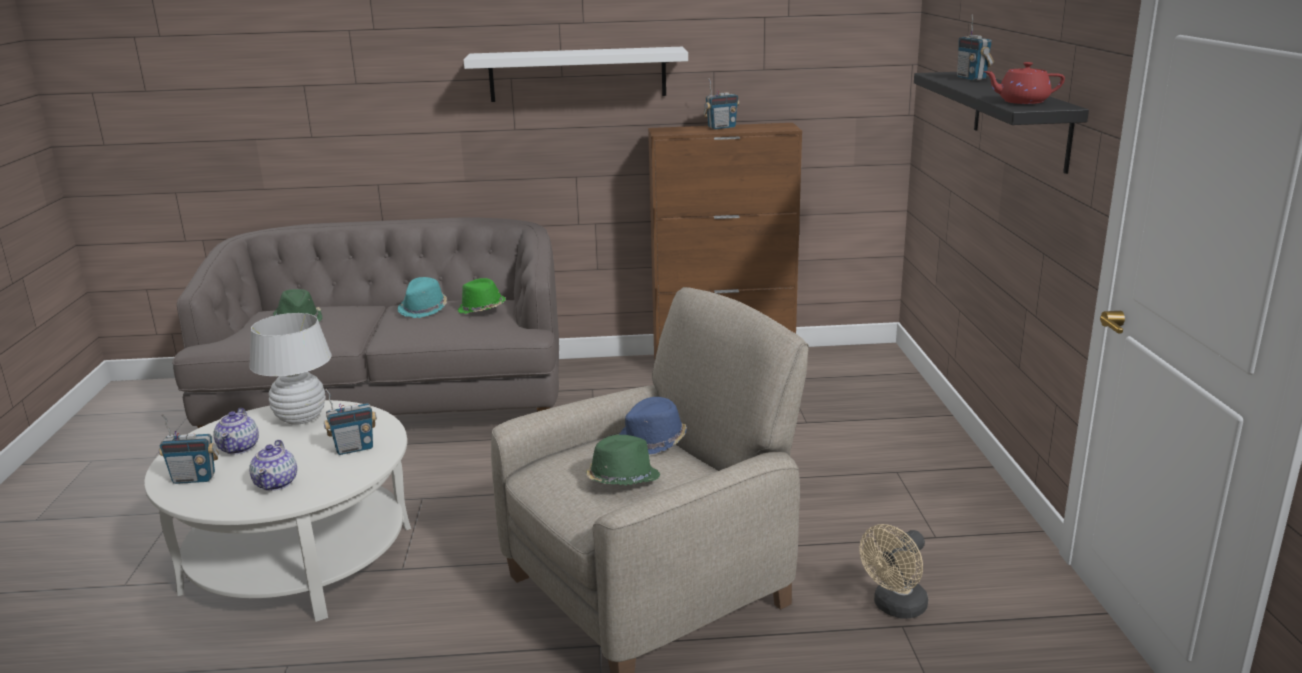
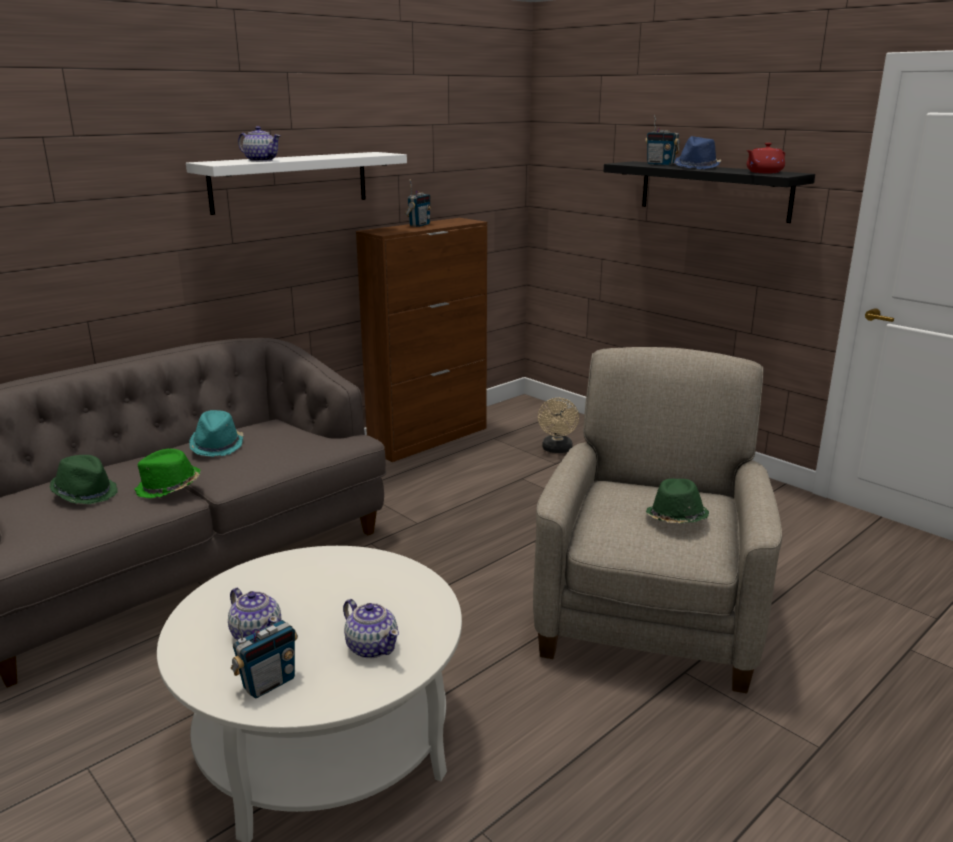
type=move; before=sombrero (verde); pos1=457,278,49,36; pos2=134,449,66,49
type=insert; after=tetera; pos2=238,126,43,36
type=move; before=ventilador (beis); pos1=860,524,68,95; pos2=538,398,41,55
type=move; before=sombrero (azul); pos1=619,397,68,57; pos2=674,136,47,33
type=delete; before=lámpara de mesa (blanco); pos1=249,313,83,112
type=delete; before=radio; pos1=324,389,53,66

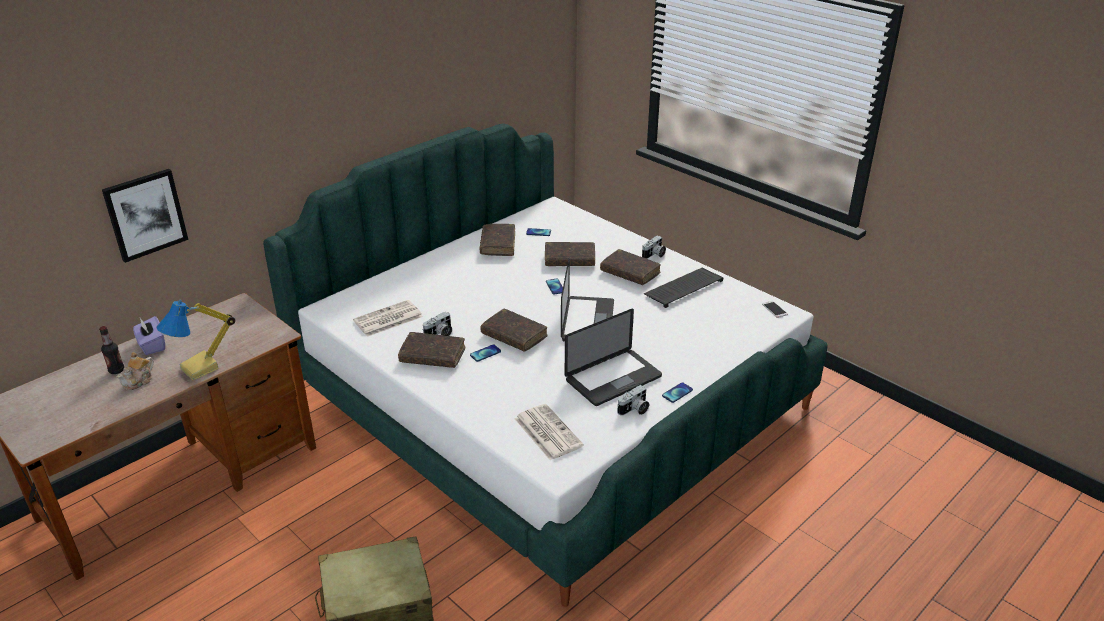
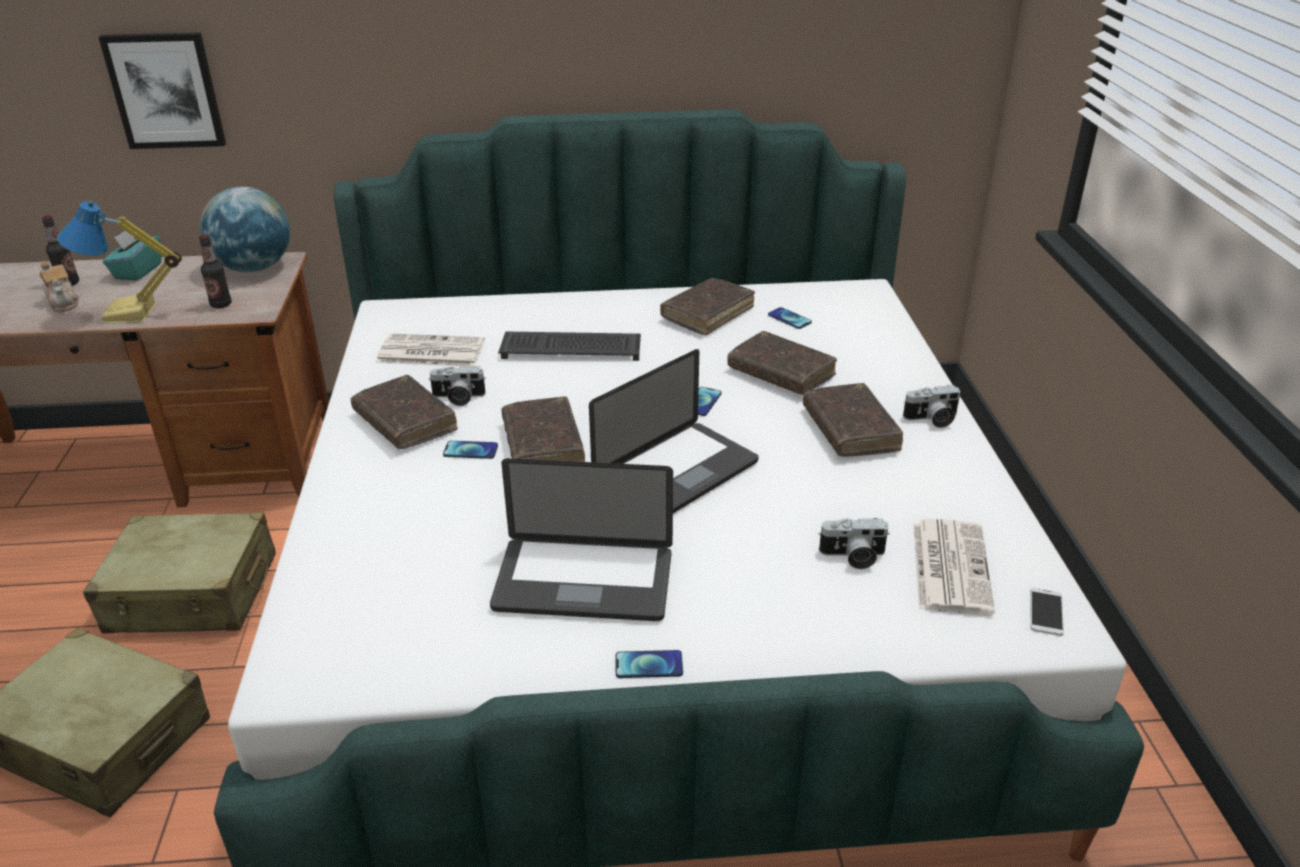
type=rotate; before=tetera; pos1=116,352,38,38; pos2=40,261,39,51; turn=-105
type=insert; after=maleta (beis); pos2=83,512,193,121
type=recolor; before=caja de pañuelos (morado); after=caja de pañuelos (turquesa); pos1=133,316,32,39; pos2=103,231,59,50
type=insert; after=botella; pos2=199,235,33,73
type=insert; after=globo terráqueo; pos2=200,187,90,85
type=move; before=teclado; pos1=644,268,80,40; pos2=498,331,143,30
type=move; before=cámara; pos1=617,385,32,31; pos2=818,518,72,51
type=move; before=periódico; pos1=515,404,69,57; pos2=913,519,82,96

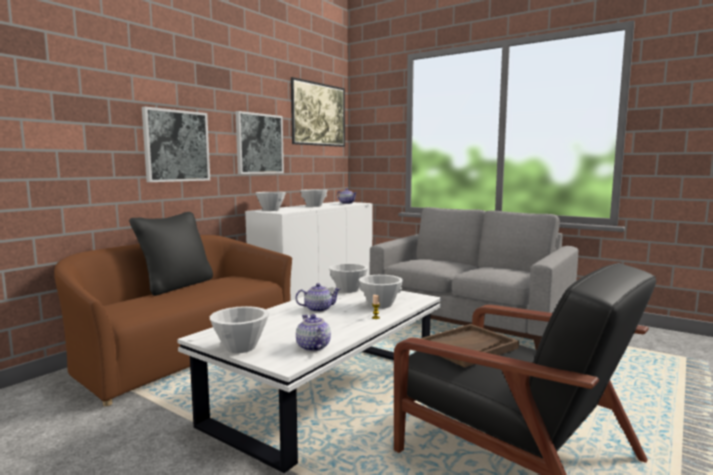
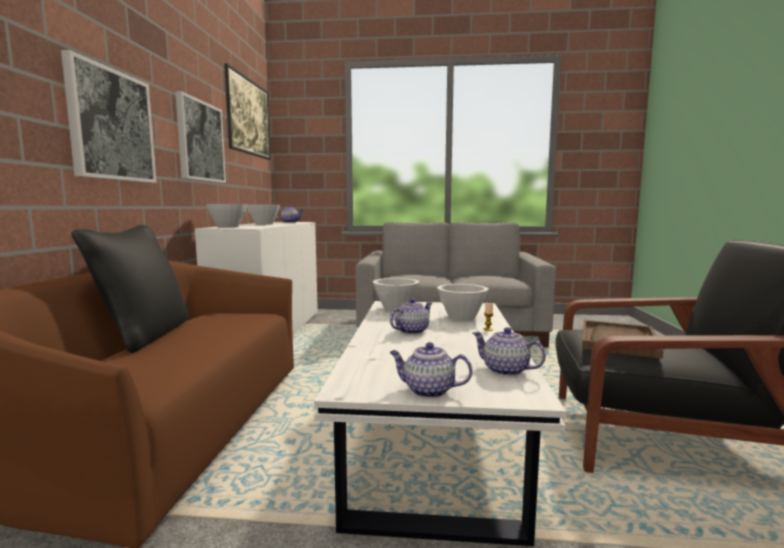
type=replace; before=cuenco (blanco); after=tetera; pos1=209,306,60,47; pos2=389,342,83,56

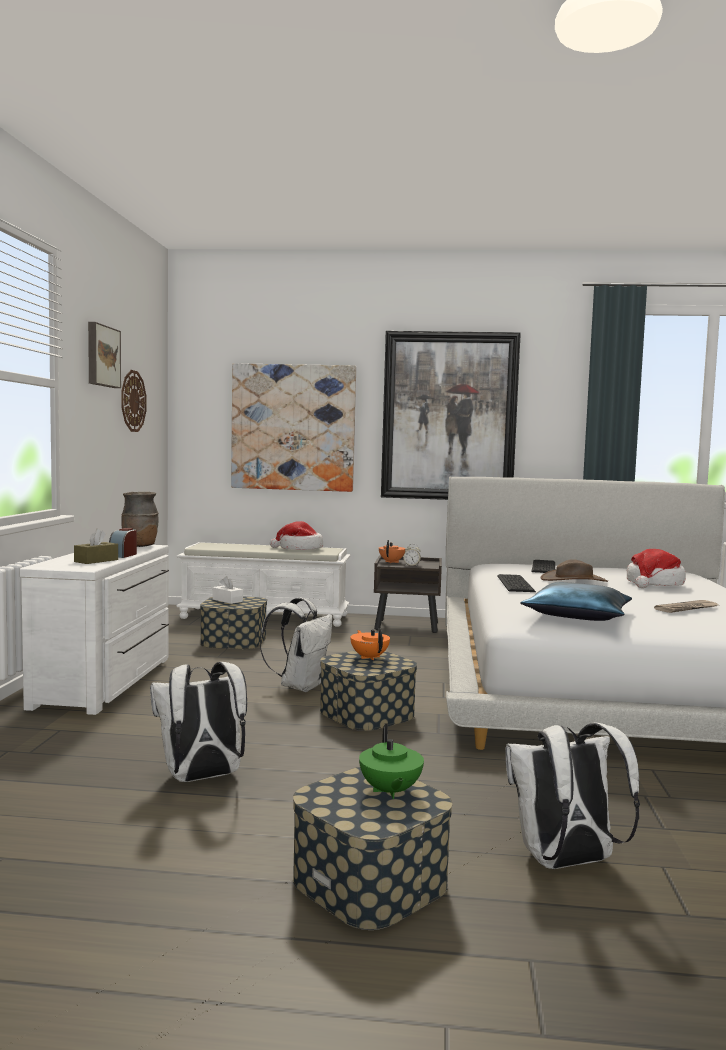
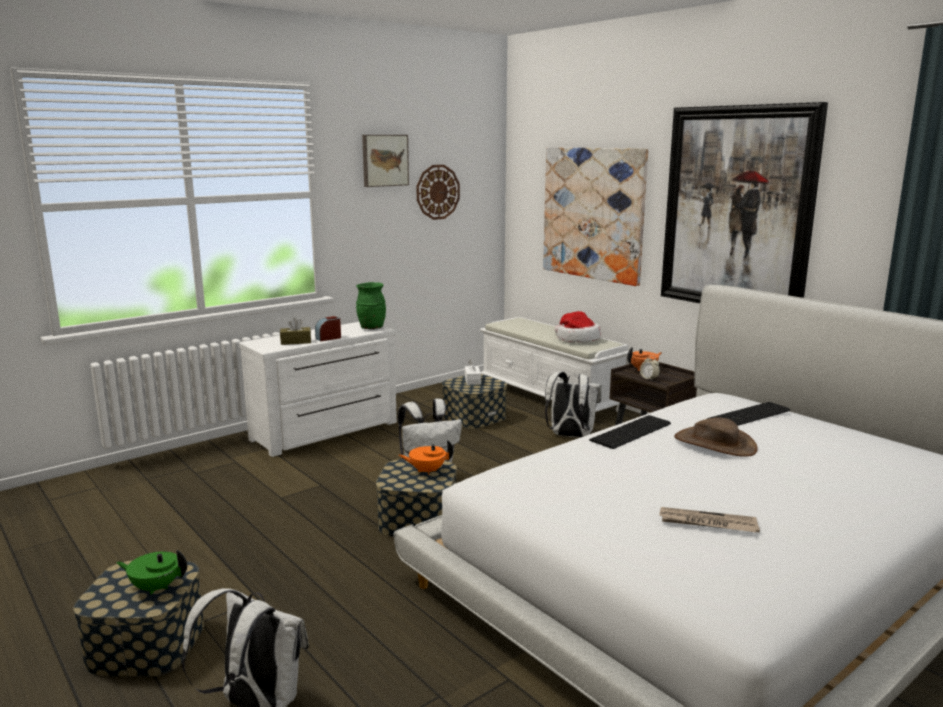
type=rotate; before=tetera (verde); pos1=359,723,65,76; pos2=116,550,71,45; turn=60
type=recolor; before=florero (marrón); after=florero (verde); pos1=121,492,38,55; pos2=356,282,30,47
type=rotate; before=tetera (naranja); pos1=350,628,40,32; pos2=399,440,54,35; turn=-120
type=move; before=mochila (blanco); pos1=150,662,97,120; pos2=545,371,56,67
type=delete; before=cojín (azul); pos1=520,582,112,39
type=delete; before=sombrero; pos1=627,549,59,39

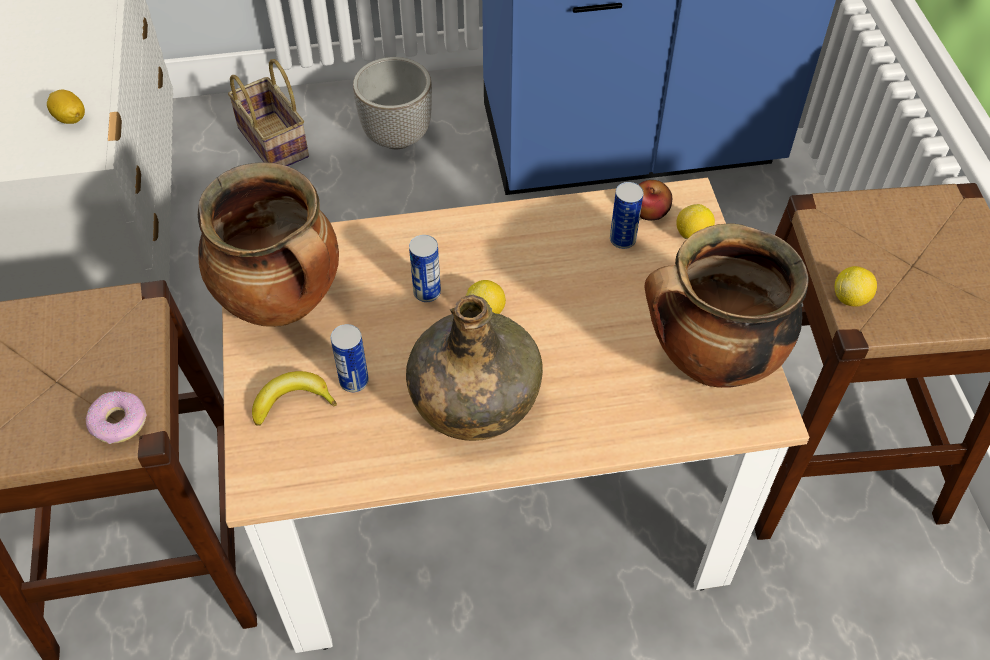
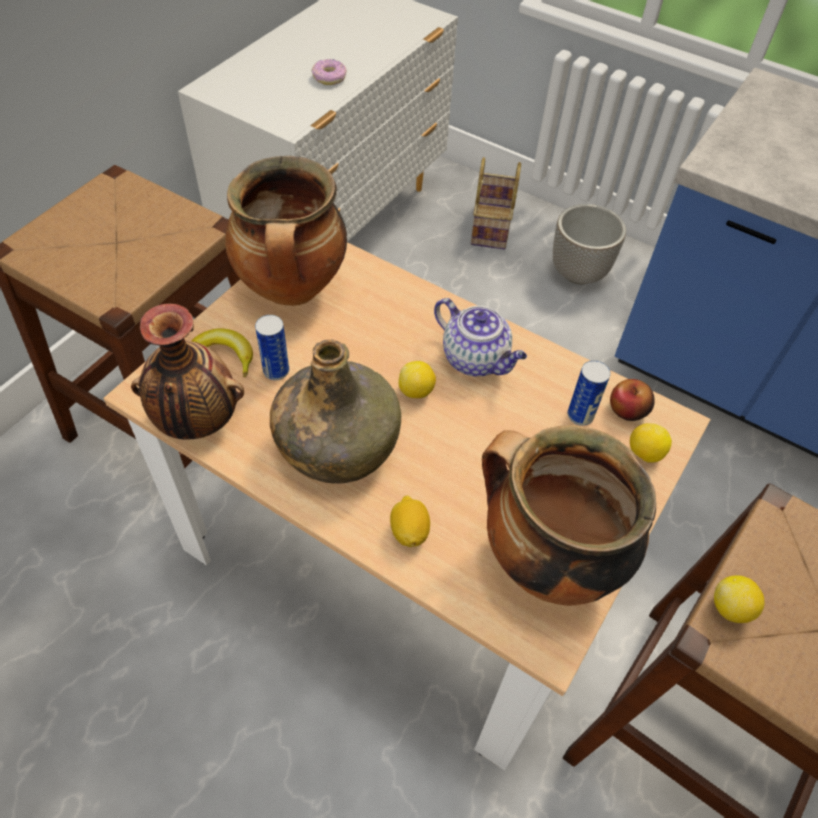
type=insert; after=florero; pos2=131,304,113,136
type=move; before=rosquilla; pos1=86,391,61,53; pos2=312,59,35,26
type=move; before=limón; pos1=47,89,38,35; pos2=390,496,40,51
type=insert; after=tetera; pos2=434,298,93,78
type=delete; before=lata; pos1=409,235,32,67

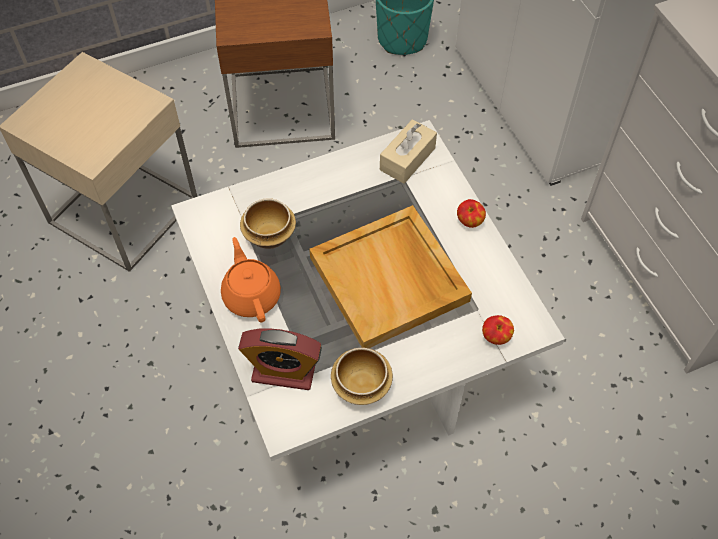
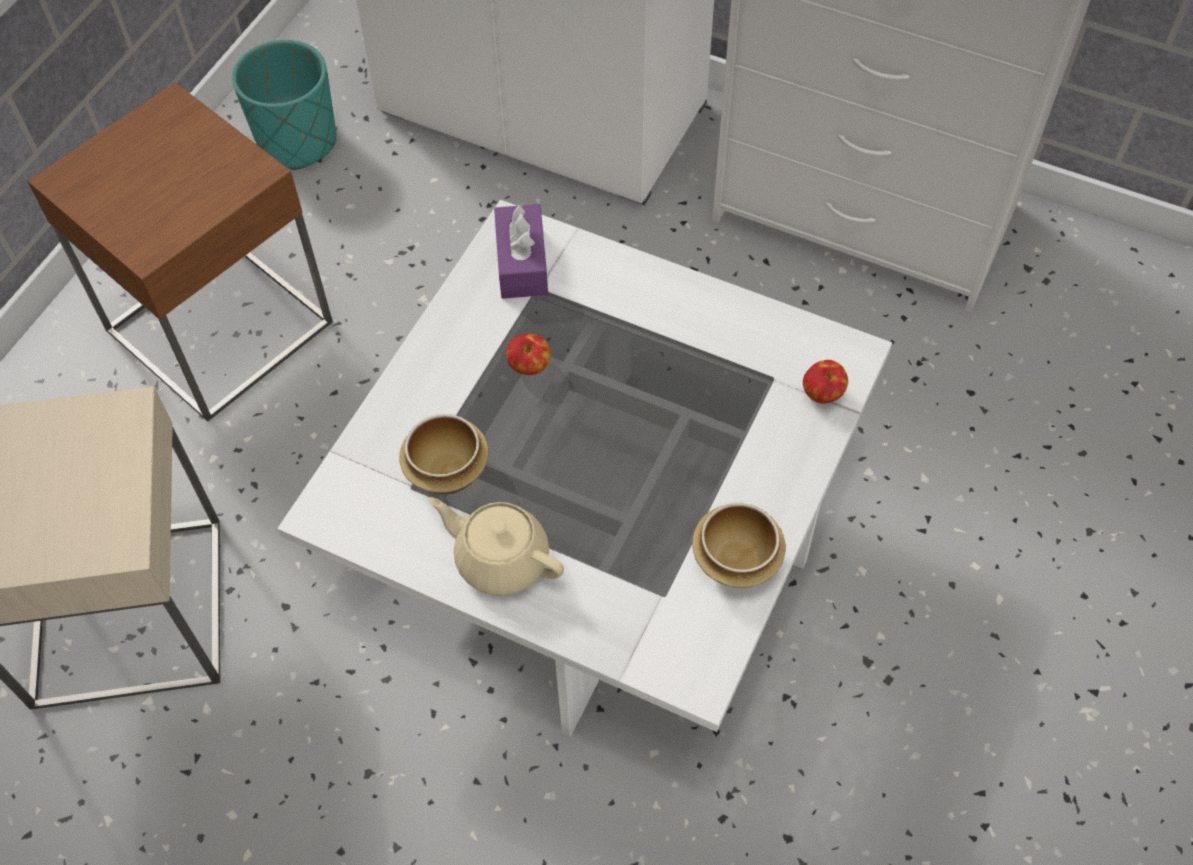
type=recolor; before=tetera (naranja); after=tetera (beis); pos1=221,237,60,85; pos2=428,497,136,99
type=recolor; before=caja de pañuelos (beis); after=caja de pañuelos (morado); pos1=380,119,57,65; pos2=494,204,54,95
type=move; before=manzana; pos1=457,199,29,29; pos2=506,333,45,42
type=delete; before=despertador; pos1=238,328,84,62
type=delete; before=bandeja (beis); pos1=309,205,163,143

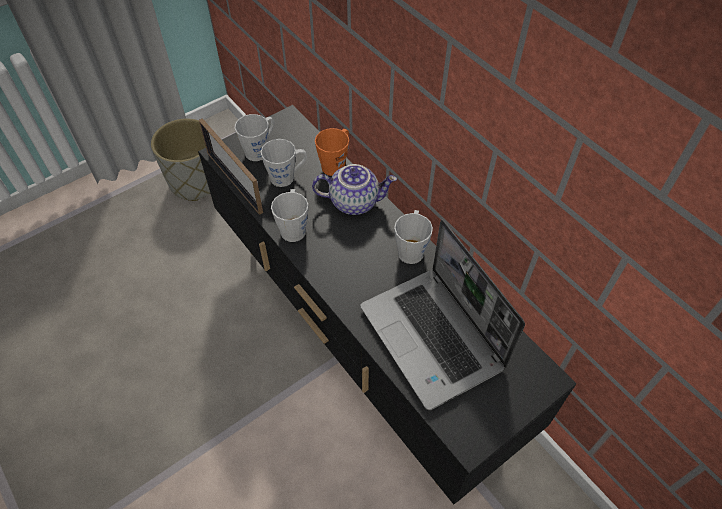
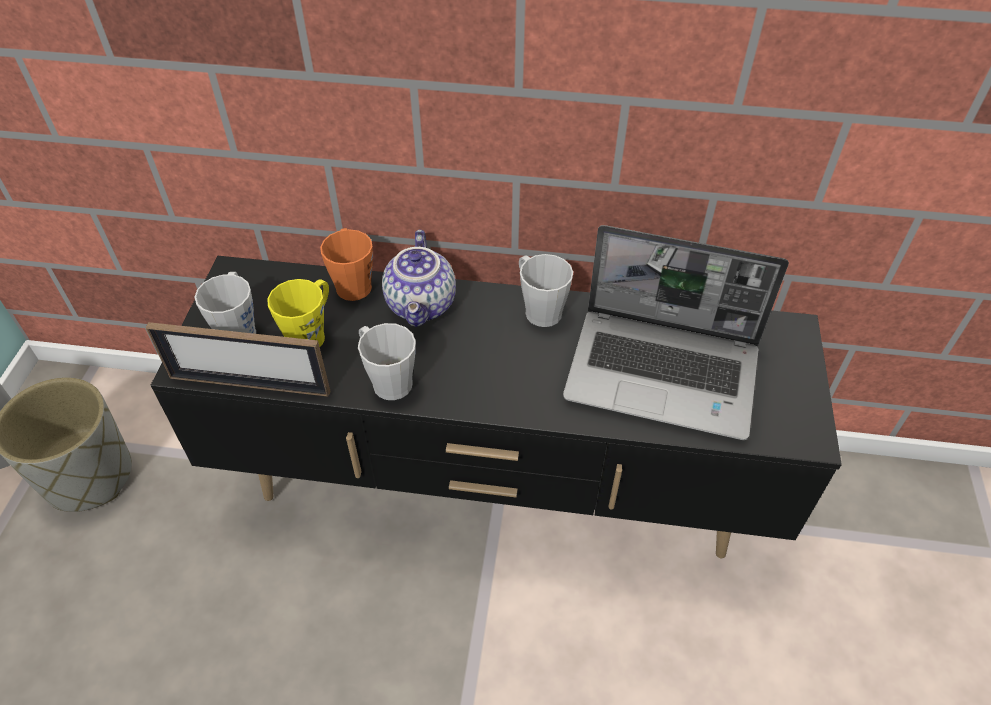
type=recolor; before=taza grande (gris); after=taza grande (amarillo); pos1=261,139,46,48; pos2=267,279,62,68
type=rotate; before=tetera; pos1=312,164,85,51; pos2=382,230,74,97; turn=135

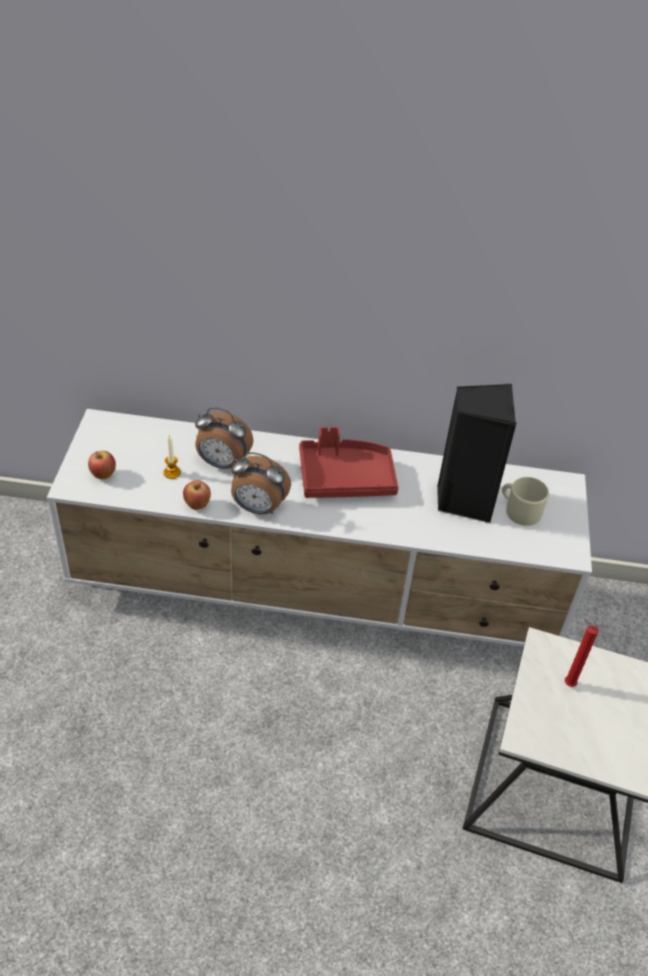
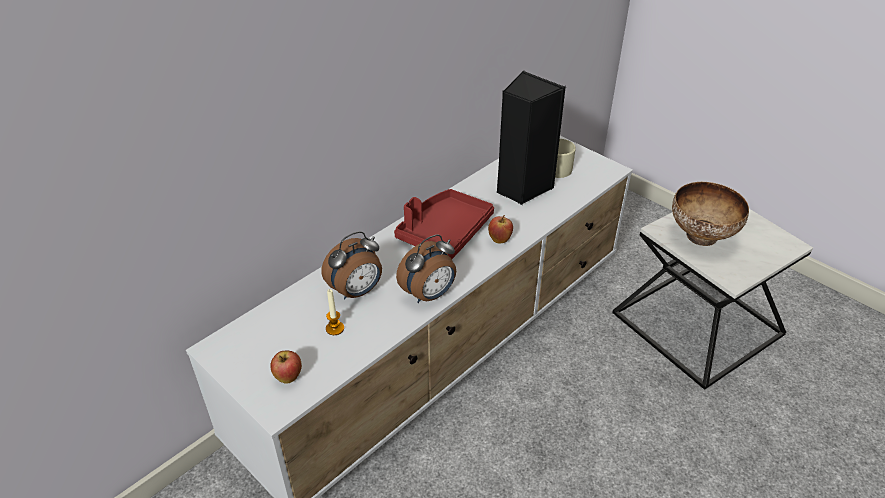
type=move; before=manzana; pos1=183,480,28,30; pos2=488,215,25,29
type=replace; before=vela (rojo); after=cuenco; pos1=565,619,34,68; pos2=672,182,77,64

